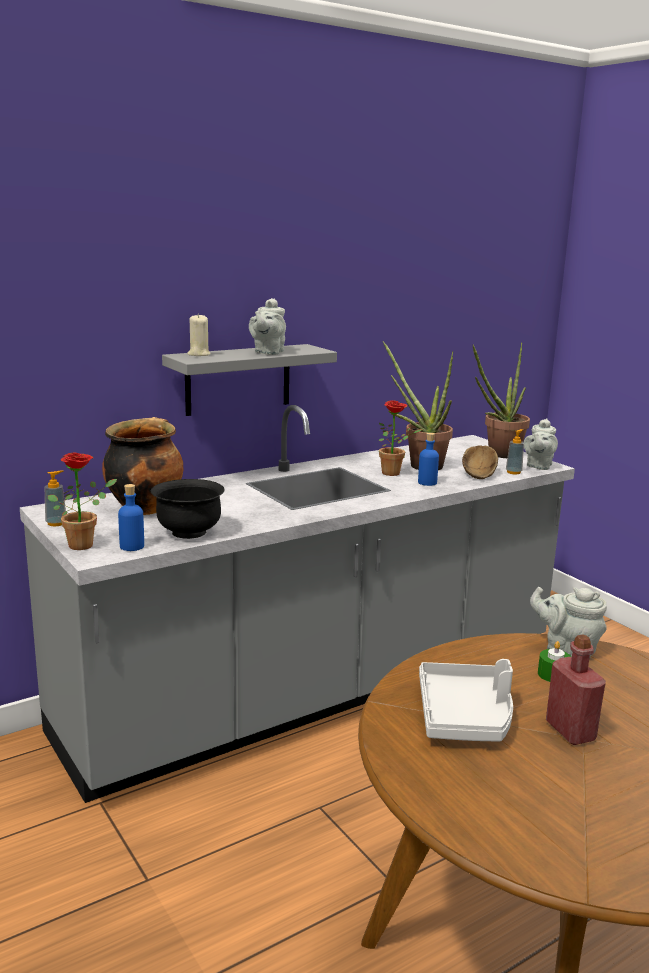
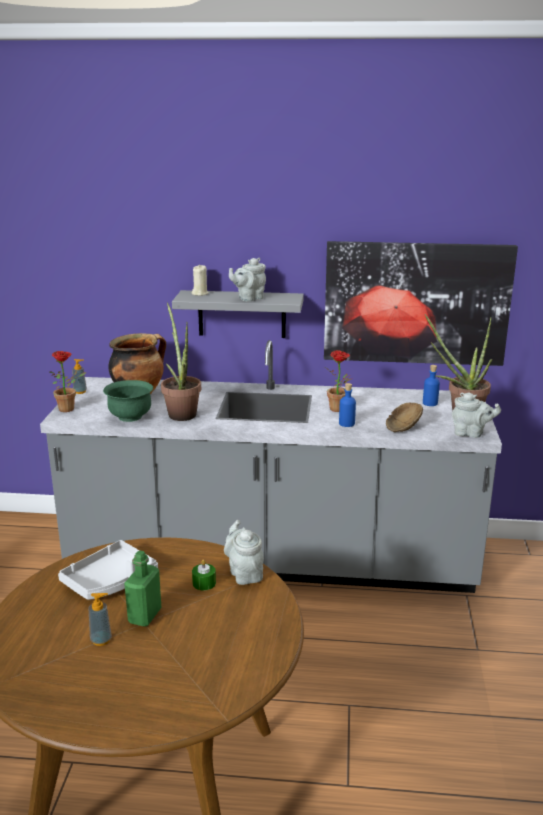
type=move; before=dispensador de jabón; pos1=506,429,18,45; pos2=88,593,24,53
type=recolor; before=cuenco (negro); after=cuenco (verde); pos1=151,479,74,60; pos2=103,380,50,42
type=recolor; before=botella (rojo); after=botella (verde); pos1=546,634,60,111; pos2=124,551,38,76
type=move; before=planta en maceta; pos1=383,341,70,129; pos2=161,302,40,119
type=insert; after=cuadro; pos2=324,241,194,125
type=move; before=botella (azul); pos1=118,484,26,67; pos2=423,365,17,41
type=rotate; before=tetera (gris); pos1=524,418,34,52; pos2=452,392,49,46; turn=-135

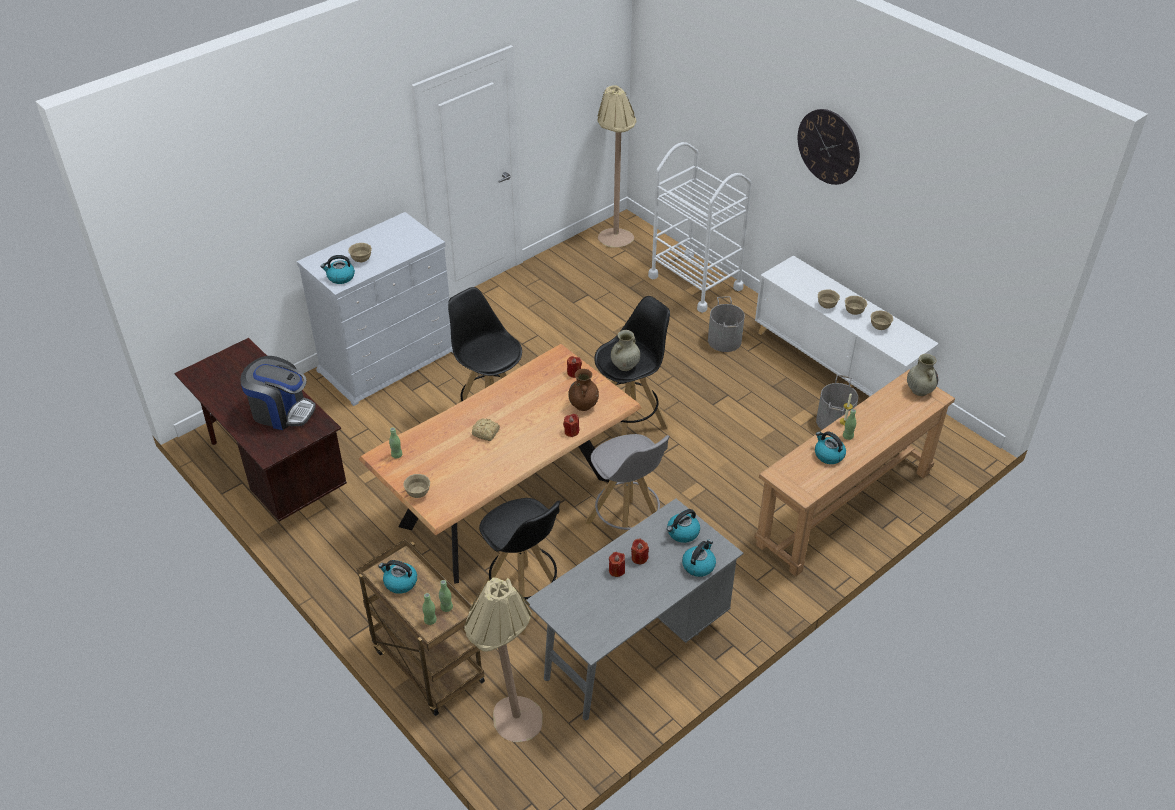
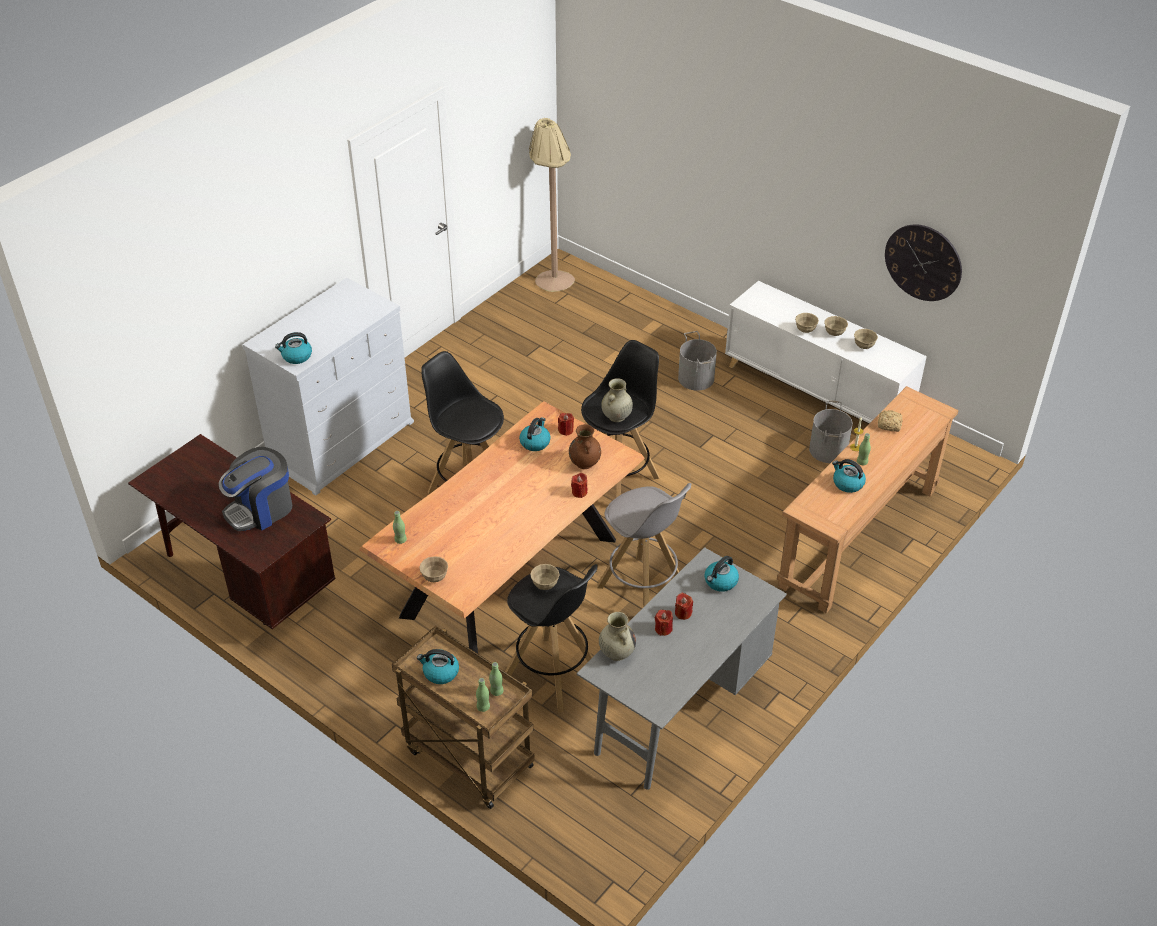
type=rotate; before=cafetera; pos1=240,356,76,74; pos2=219,447,73,84; turn=135
type=move; before=hervidor; pos1=682,540,34,37; pos2=519,417,31,34
type=move; before=cuenco (beis); pos1=348,243,24,19; pos2=530,564,29,26
type=move; before=florero (beis); pos1=907,354,31,42; pos2=599,612,37,49
type=move; before=pan; pos1=472,418,28,23; pos2=878,410,25,22
type=move; before=reloj de pared; pos1=798,109,62,76; pos2=885,224,77,77
type=delete; before=lámpara de pie (beis); pos1=464,577,78,165
type=delete; before=carrito (blanco); pos1=648,142,104,171

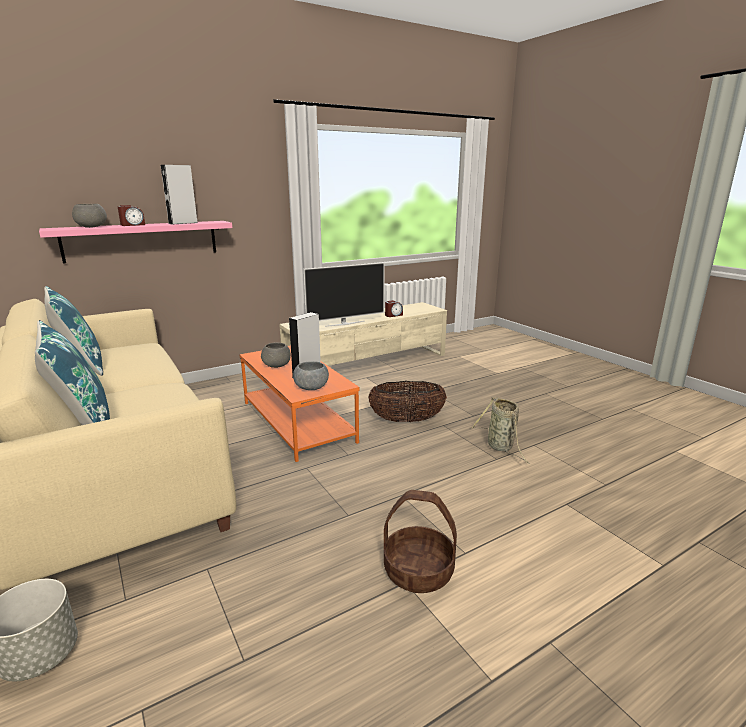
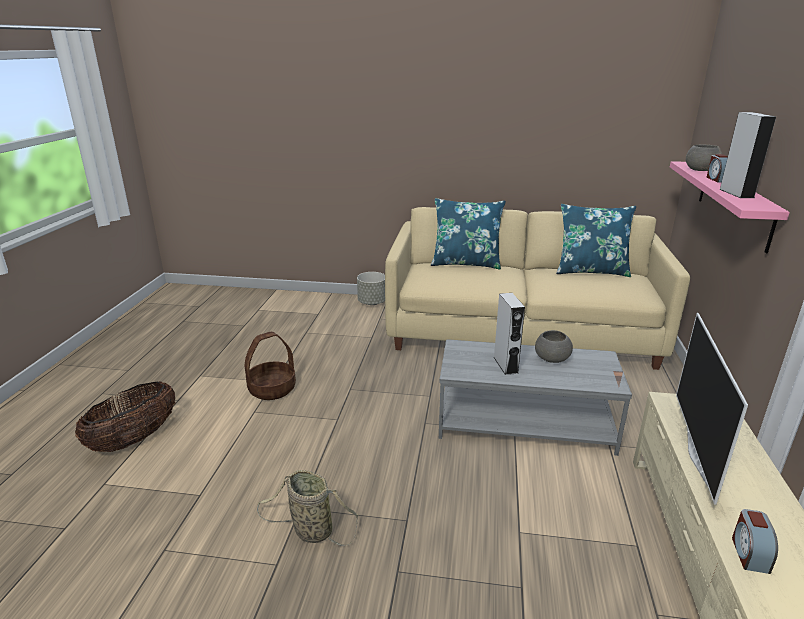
type=move; before=cesta; pos1=368,381,79,41; pos2=75,381,100,71
type=recolor; before=mesa de centro (naranja); after=mesa de centro (gris); pos1=239,345,120,117; pos2=439,339,193,117
type=delete; before=cuenco (gris); pos1=293,361,36,29

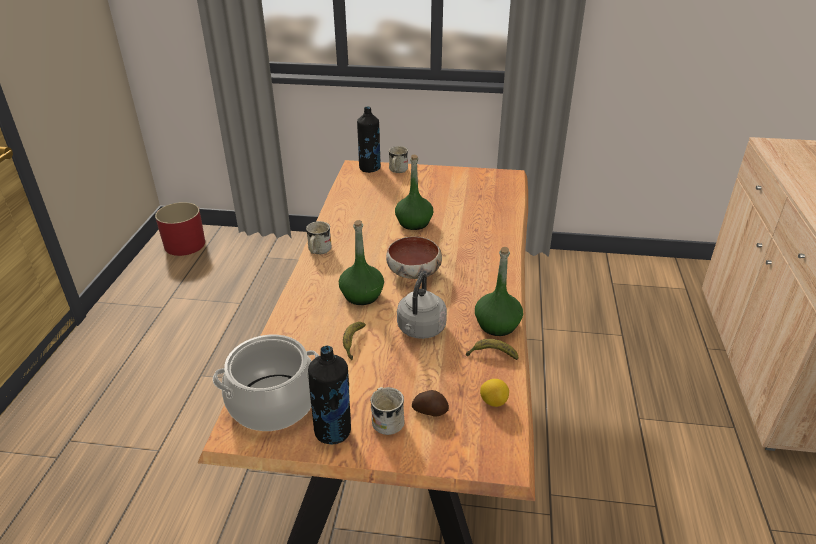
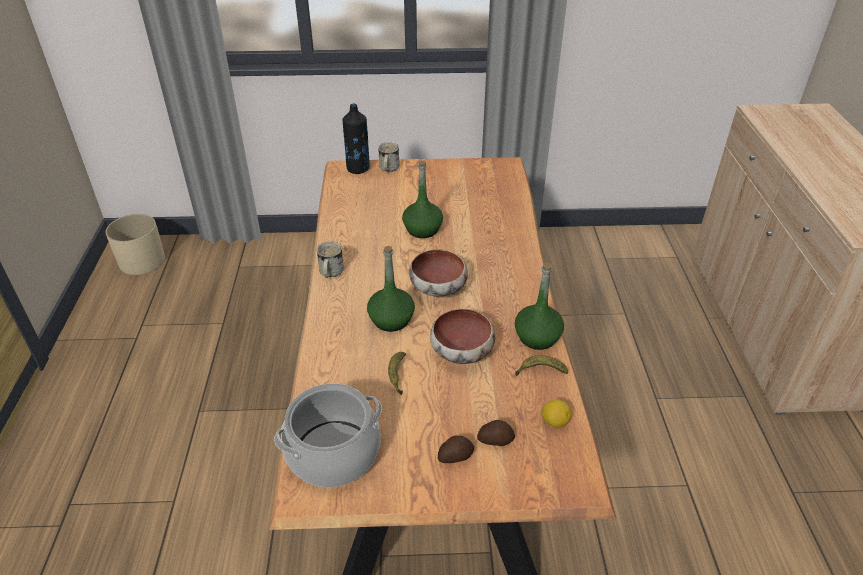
type=recolor; before=maceta (rojo); after=maceta (beis); pos1=155,202,50,54; pos2=106,214,59,61
type=replace; before=hervidor (gris); after=cuenco; pos1=397,273,50,66; pos2=430,309,65,55
type=replace; before=taza grande (blanco); after=patata; pos1=370,387,34,48; pos2=438,436,36,27
type=delete; before=botella (negro); pos1=308,346,43,98

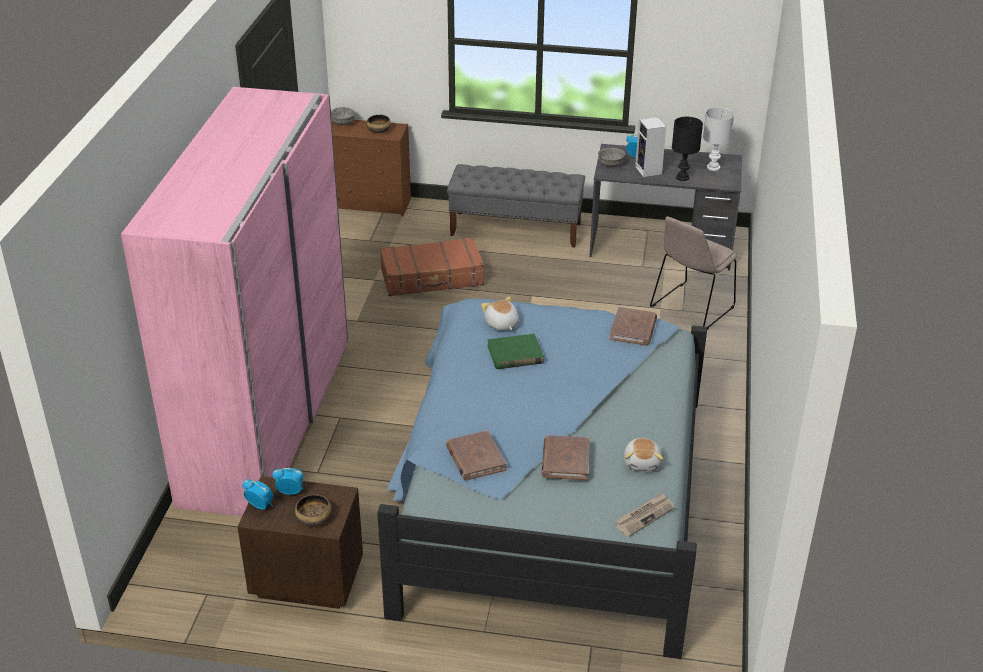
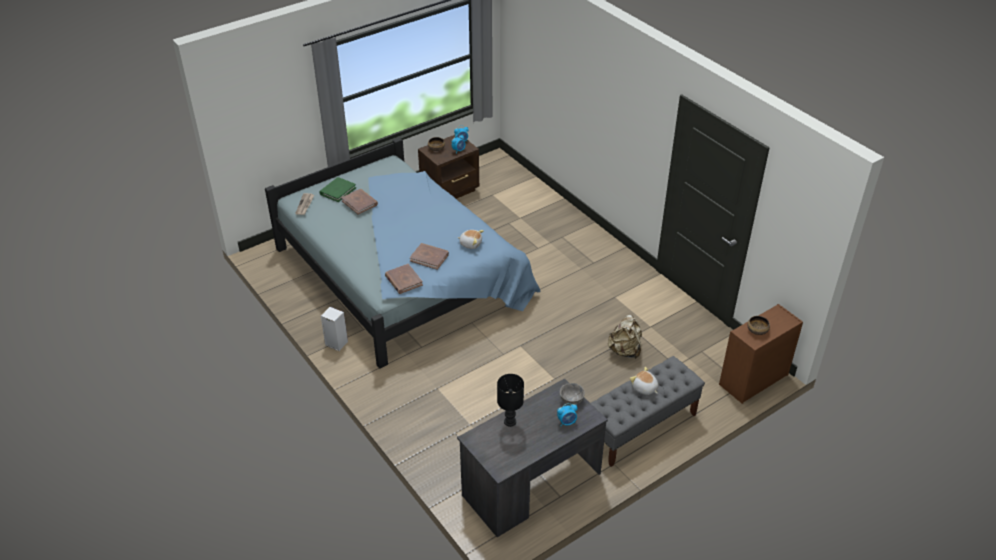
type=move; before=libro (verde); pos1=487,334,57,35; pos2=319,177,37,25
type=move; before=altavoz; pos1=635,117,31,60; pos2=321,307,27,44
type=move; before=libro (marrón); pos1=446,430,61,51; pos2=410,243,39,27
type=replace; before=maleta (marrón); after=mochila (beis); pos1=380,237,104,59; pos2=608,315,34,44
type=move; before=peluche; pos1=624,438,39,33; pos2=630,367,28,28
type=delete; before=armario ropero (rosa); pos1=121,87,227,429
type=delete; before=cuenco (gris); pos1=331,107,24,18
type=delete; before=silla (beis); pos1=650,217,87,113
type=delete; before=lámpara de mesa (blanco); pos1=703,107,31,64

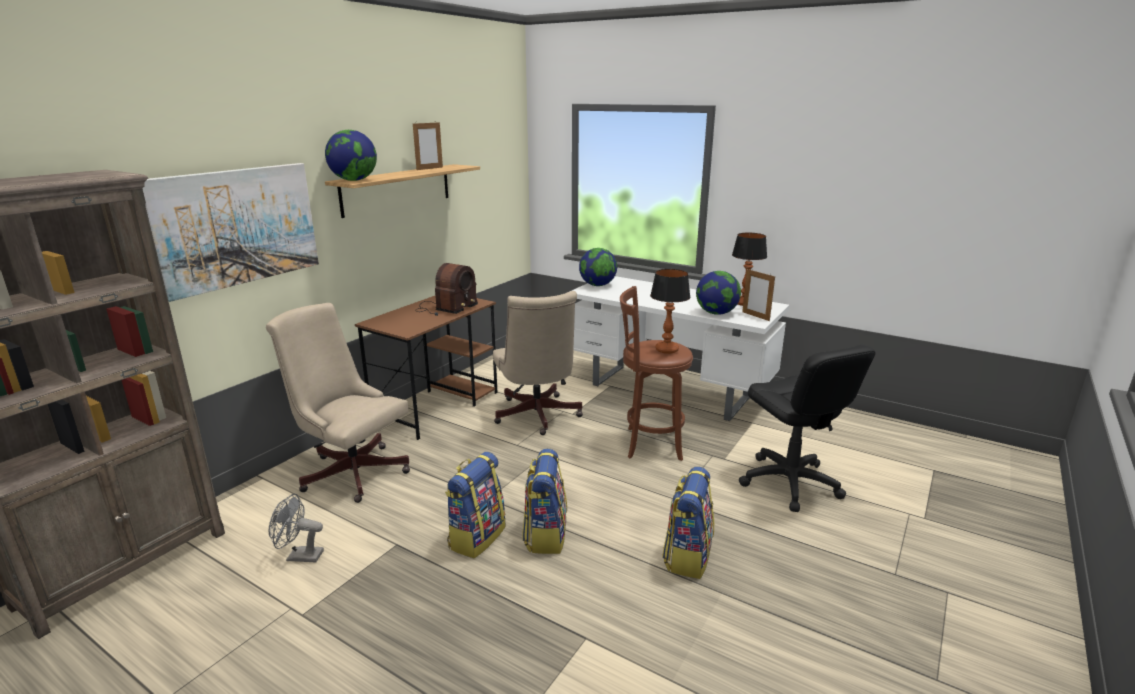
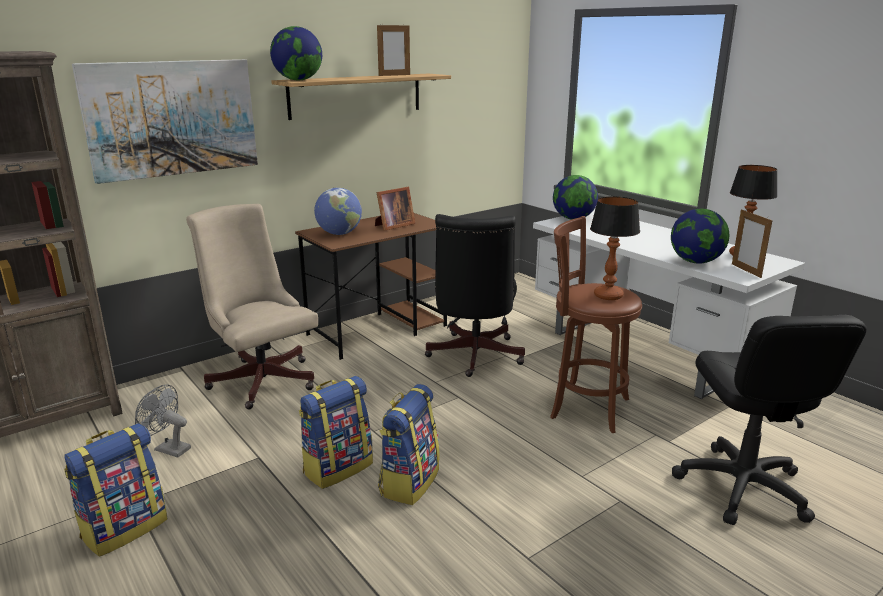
type=move; before=mochila; pos1=662,467,52,112; pos2=64,423,103,134
type=insert; after=globo terráqueo; pos2=314,188,48,47
type=replace; before=radio; after=portarretratos; pos1=415,263,63,53; pos2=375,187,40,44
type=recolor; before=silla de oficina (beis); after=silla de oficina (negro); pos1=493,291,90,144; pos2=425,214,100,163

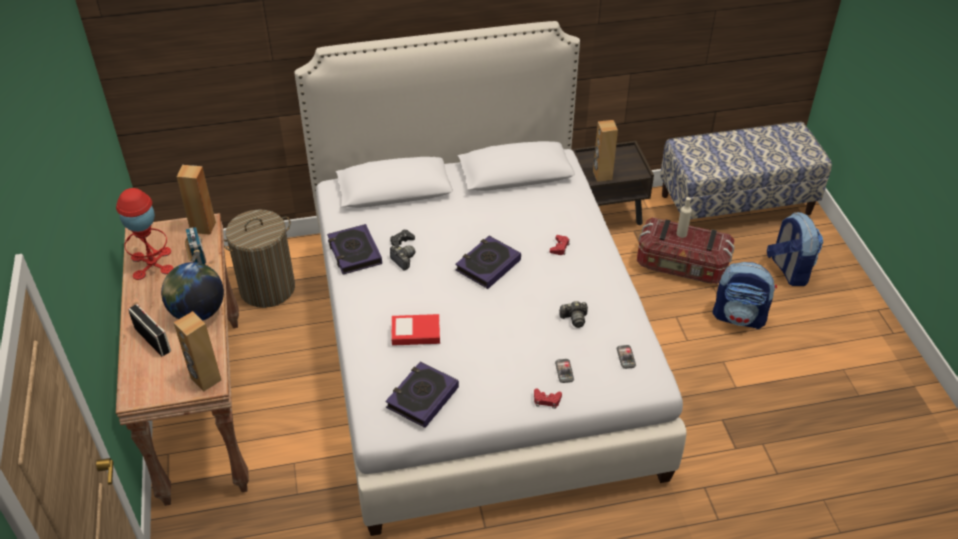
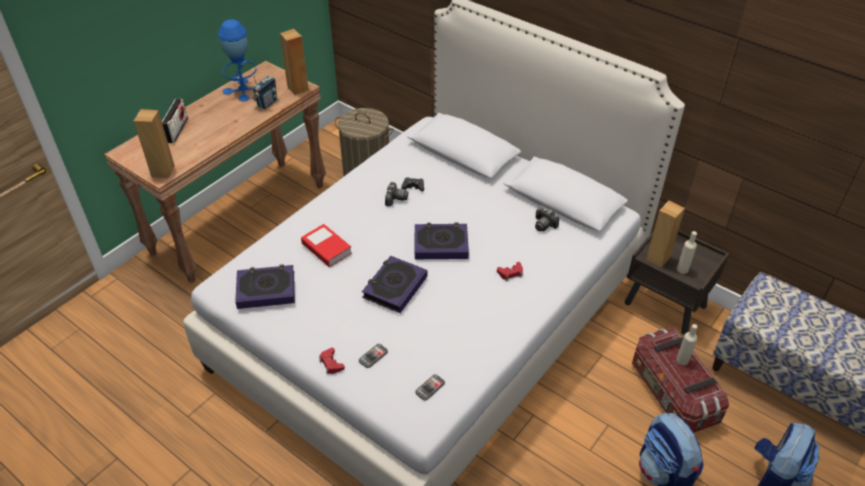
type=recolor; before=lámpara de mesa (rojo); after=lámpara de mesa (azul); pos1=116,188,58,92; pos2=218,19,38,82
type=move; before=libro; pos1=327,224,55,51; pos2=362,256,65,57
type=move; before=cámara; pos1=559,301,29,27; pos2=535,207,24,25
type=insert; after=botella (beis); pos2=677,231,20,43
type=delete; before=globo terráqueo; pos1=161,262,63,59

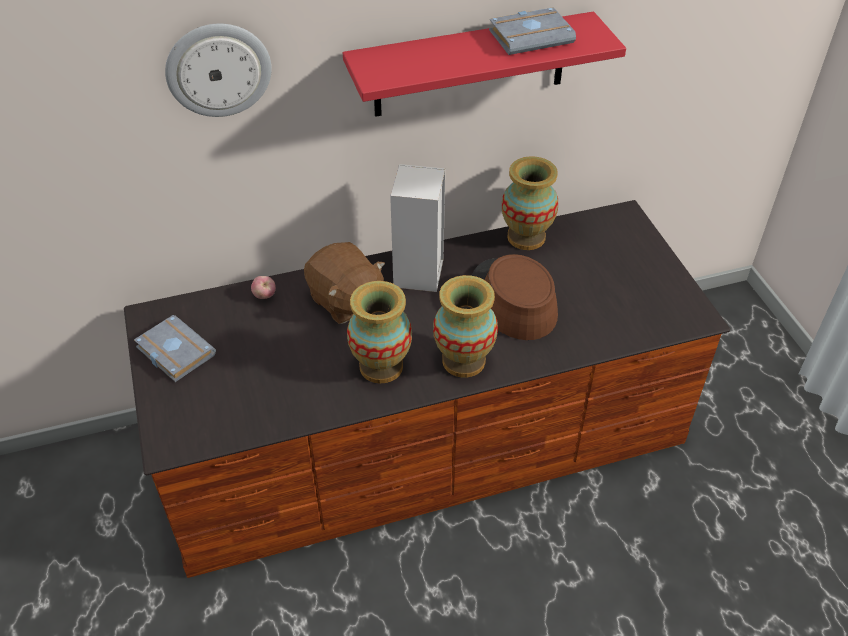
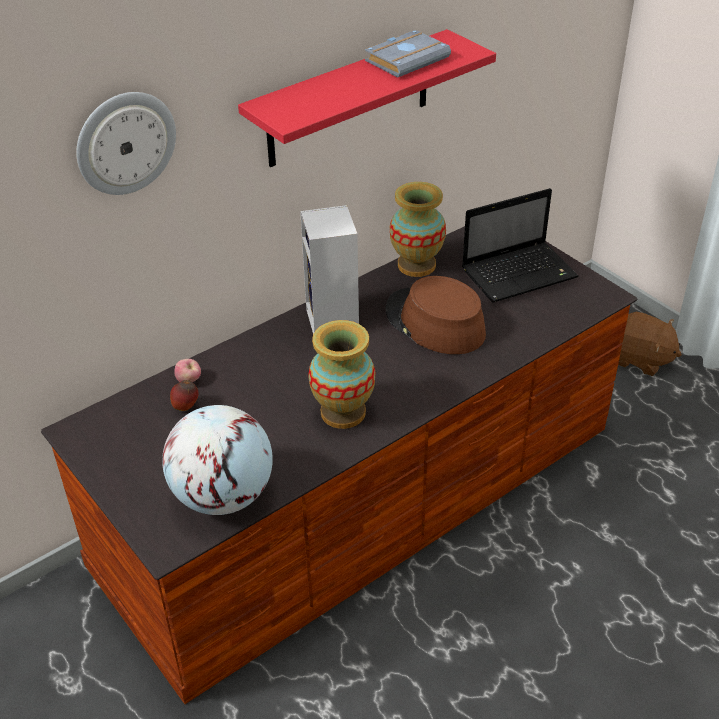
type=insert; after=globo terráqueo; pos2=162,405,111,110
type=insert; after=manzana; pos2=170,380,29,31
type=insert; after=portátil; pos2=462,188,117,114
type=move; before=peluche (marrón); pos1=304,242,81,82; pos2=618,312,64,64
type=delete; before=libro (gris); pos1=134,315,82,67
type=delete; before=florero; pos1=433,275,65,103

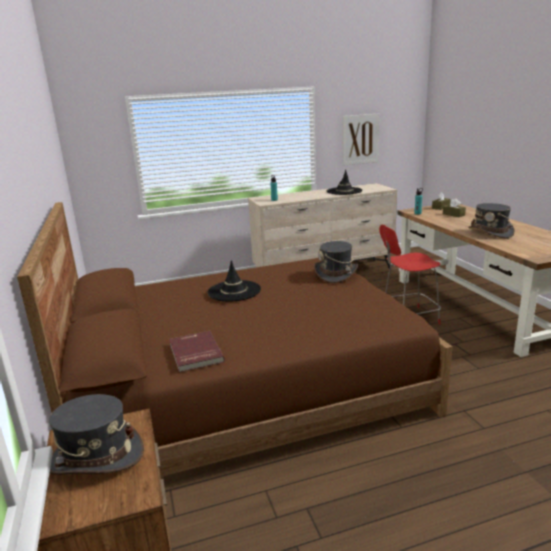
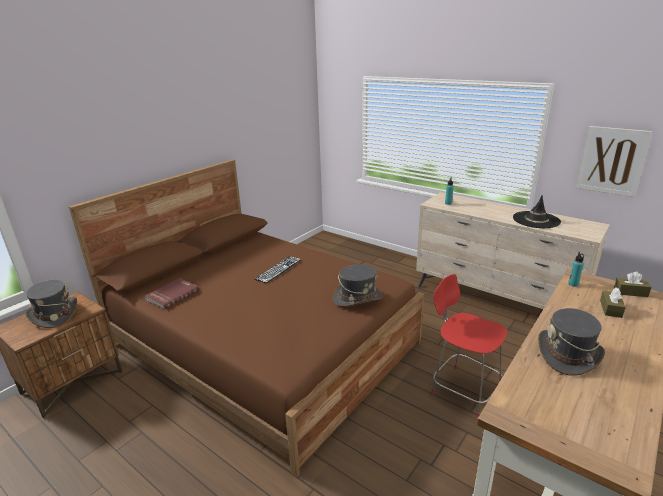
type=replace; before=sombrero (negro); after=teclado; pos1=208,260,53,42; pos2=254,256,47,28

